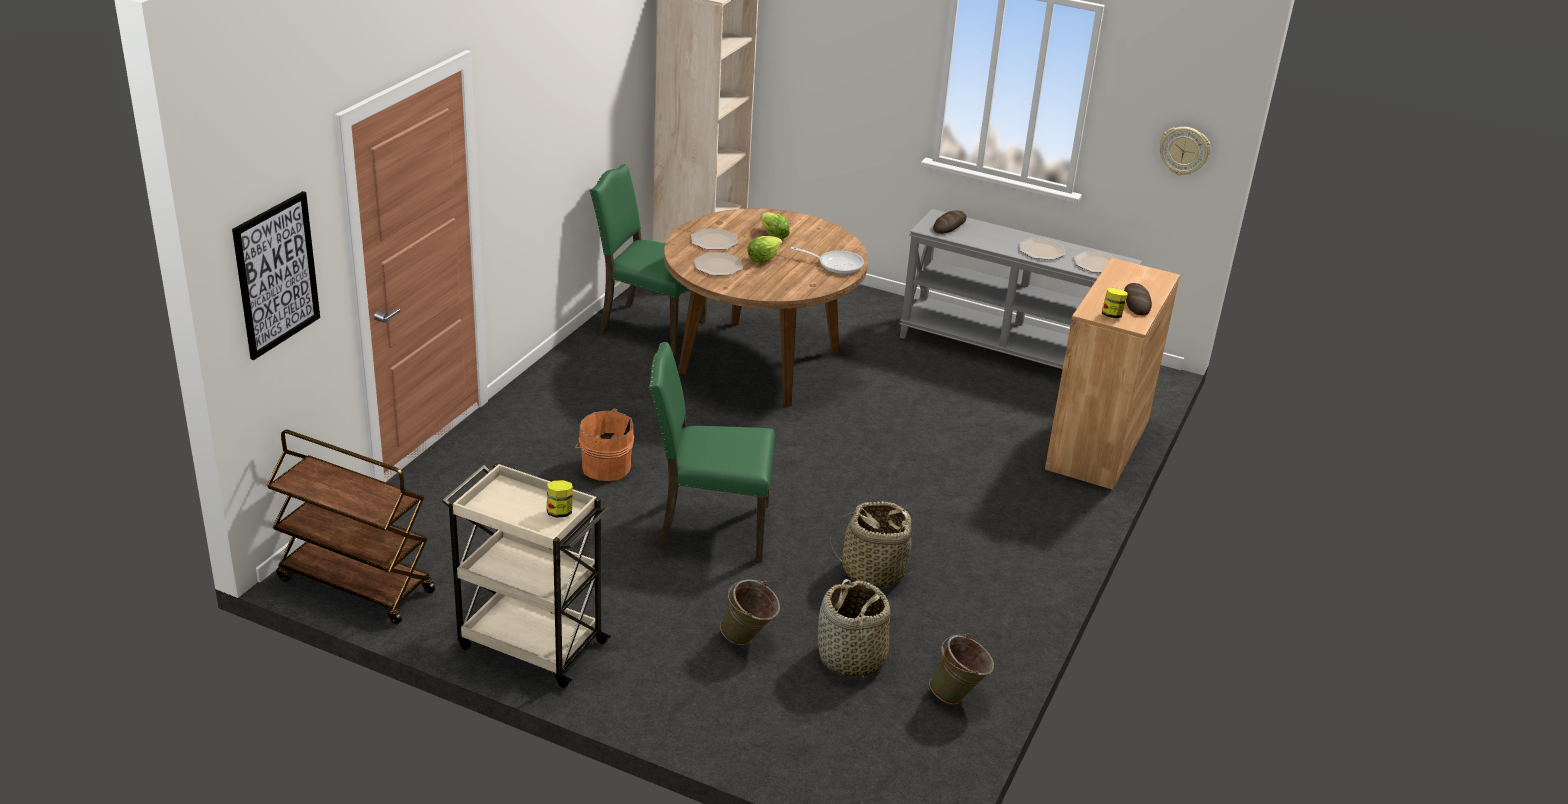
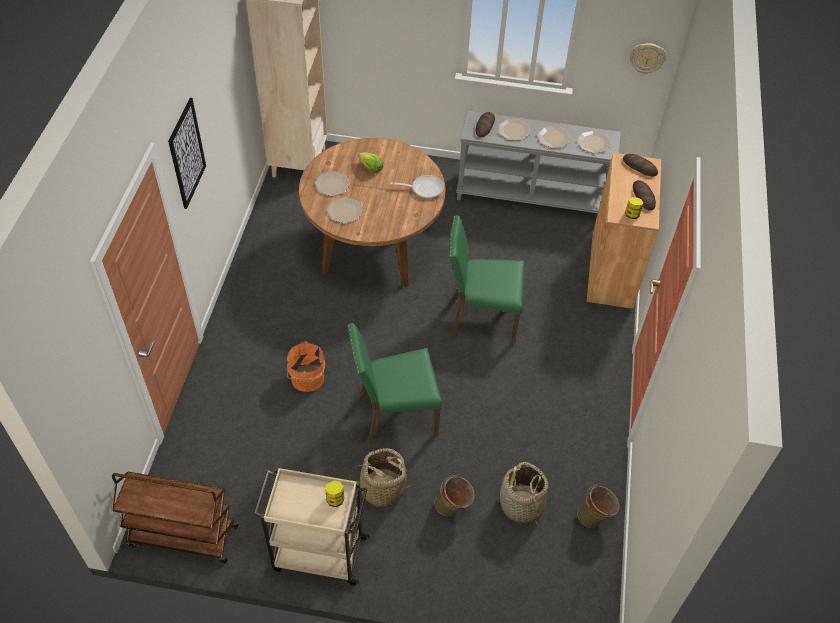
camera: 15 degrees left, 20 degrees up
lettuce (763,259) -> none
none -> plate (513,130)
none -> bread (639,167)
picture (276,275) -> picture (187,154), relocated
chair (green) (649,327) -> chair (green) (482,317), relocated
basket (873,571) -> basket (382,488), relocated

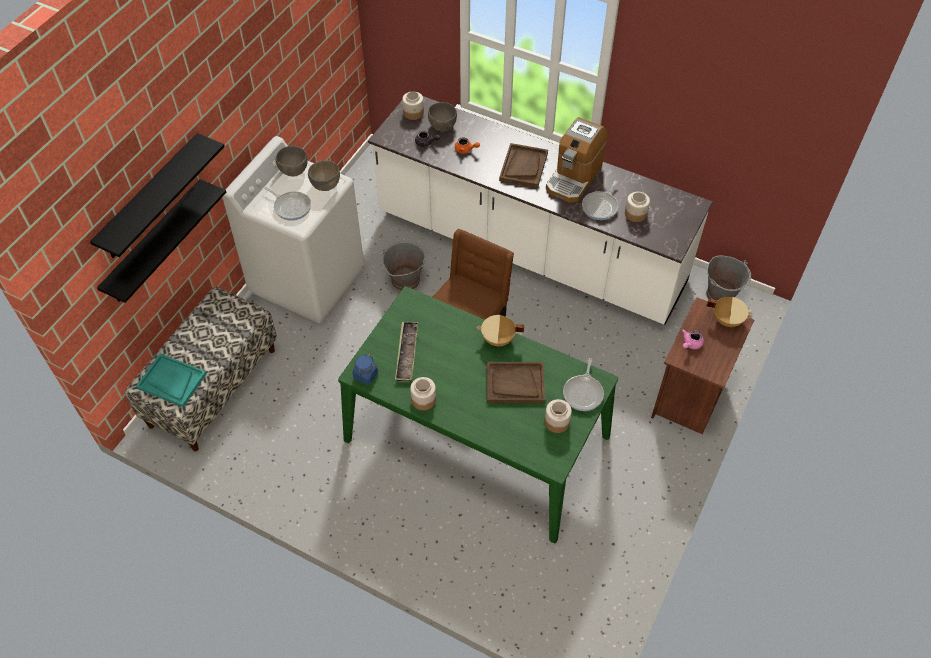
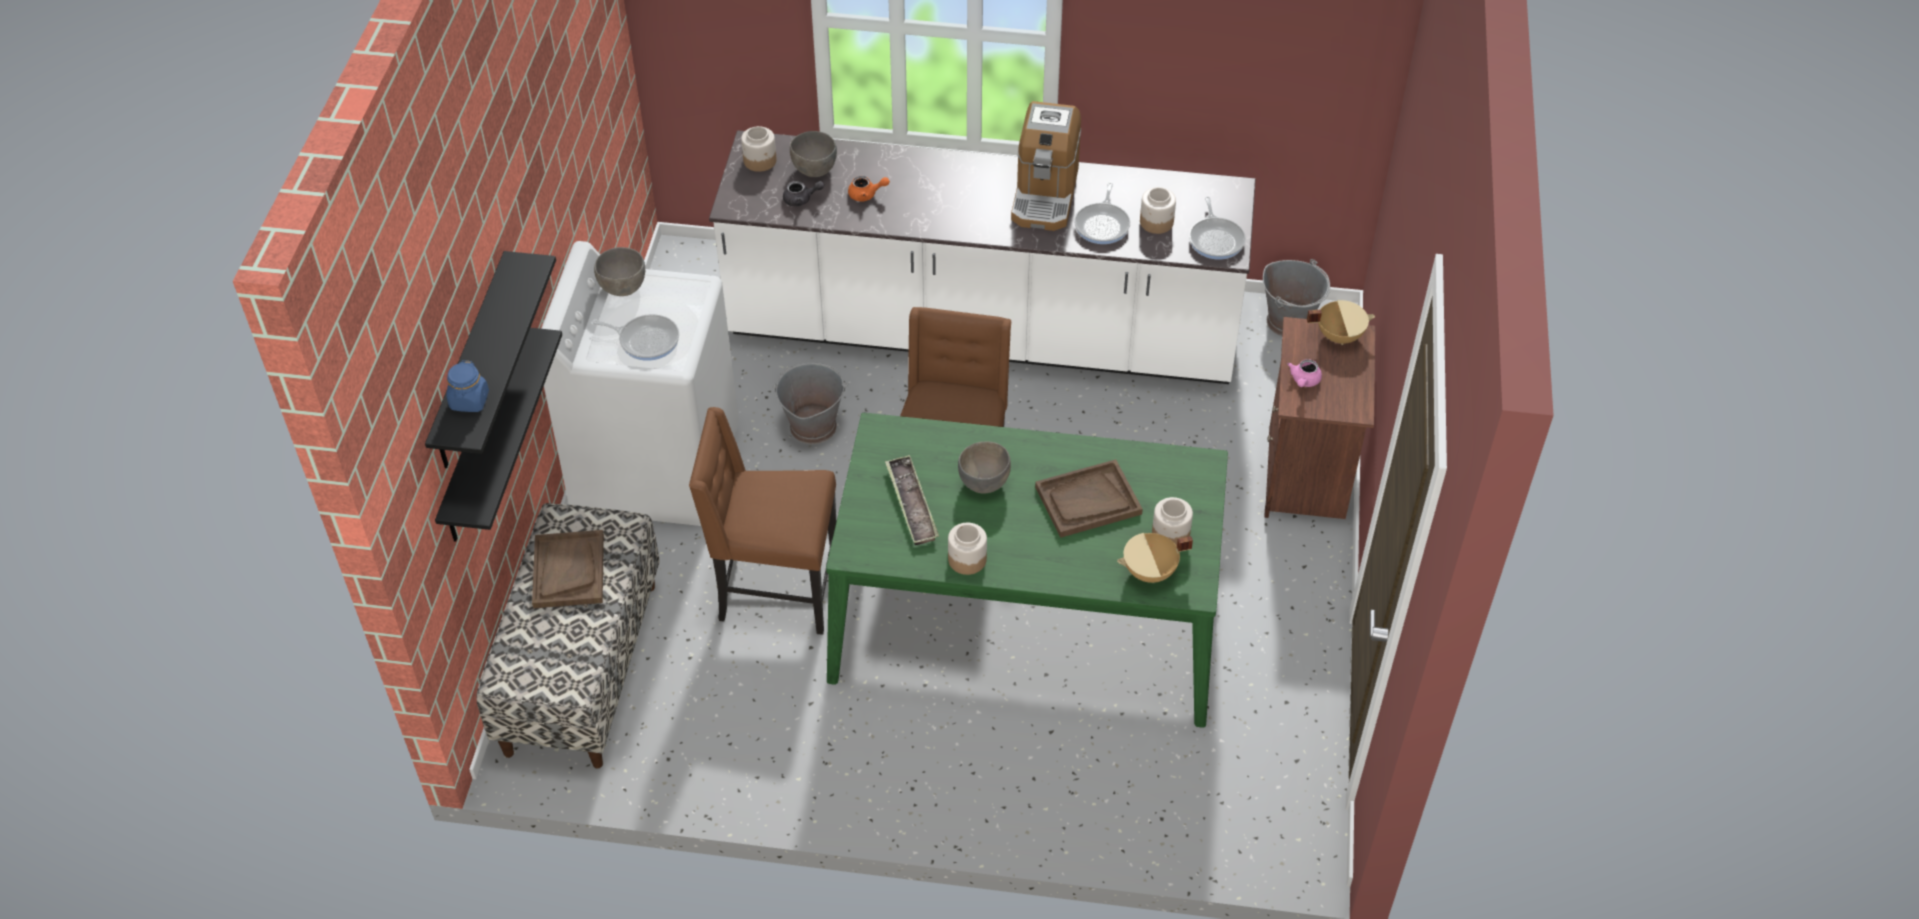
camera: 20 degrees left, 5 degrees down
tray (turquoise) (172,381) -> none
none -> chair (brown) (775,589)
bowl (grey) (326,185) -> bowl (grey) (984,483), relocated
jar (blue) (365,375) -> jar (blue) (469,401), relocated
cooking pot (beige) (498,339) -> cooking pot (beige) (1150,572), relocated
tray (brown) (523,166) -> tray (brown) (568,571), relocated
frying pan (583,393) -> frying pan (1216,239), relocated

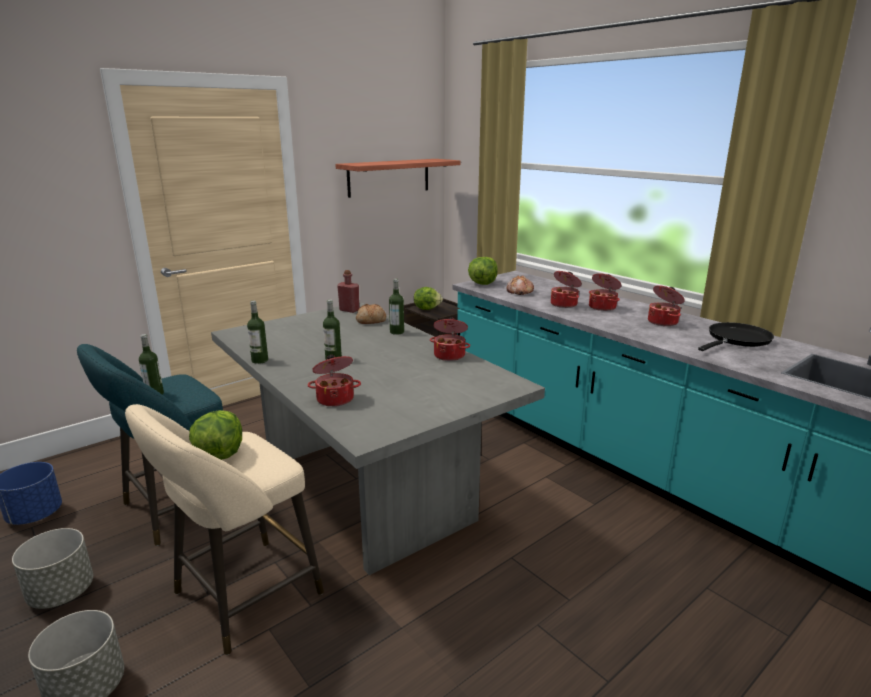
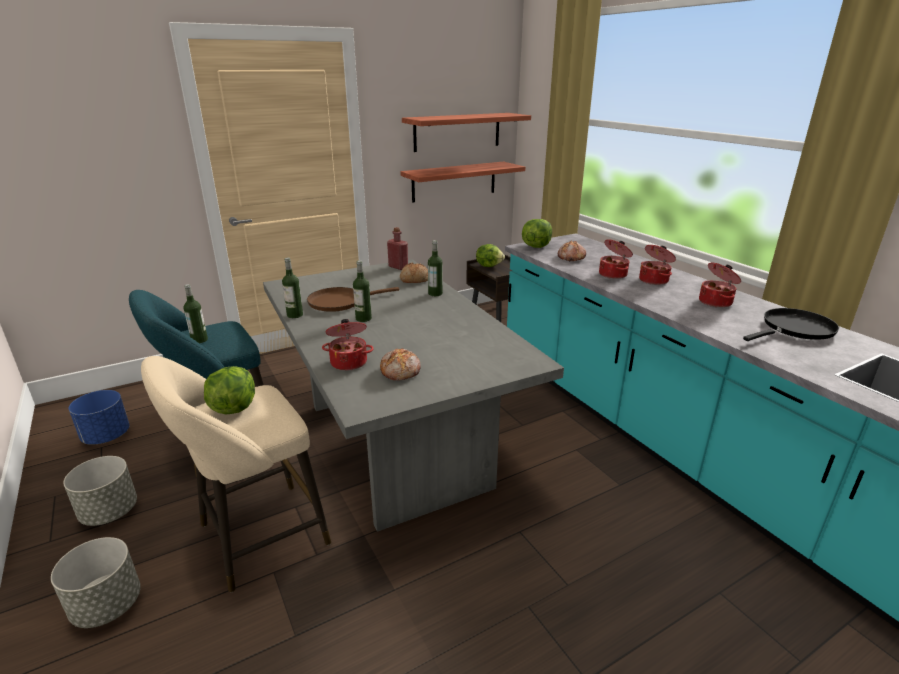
camera: 10 degrees right, 5 degrees up
cooking pot (450,355) -> none
none -> frying pan (brown) (340,302)
none -> bread (401,371)
none -> shelf (454,181)

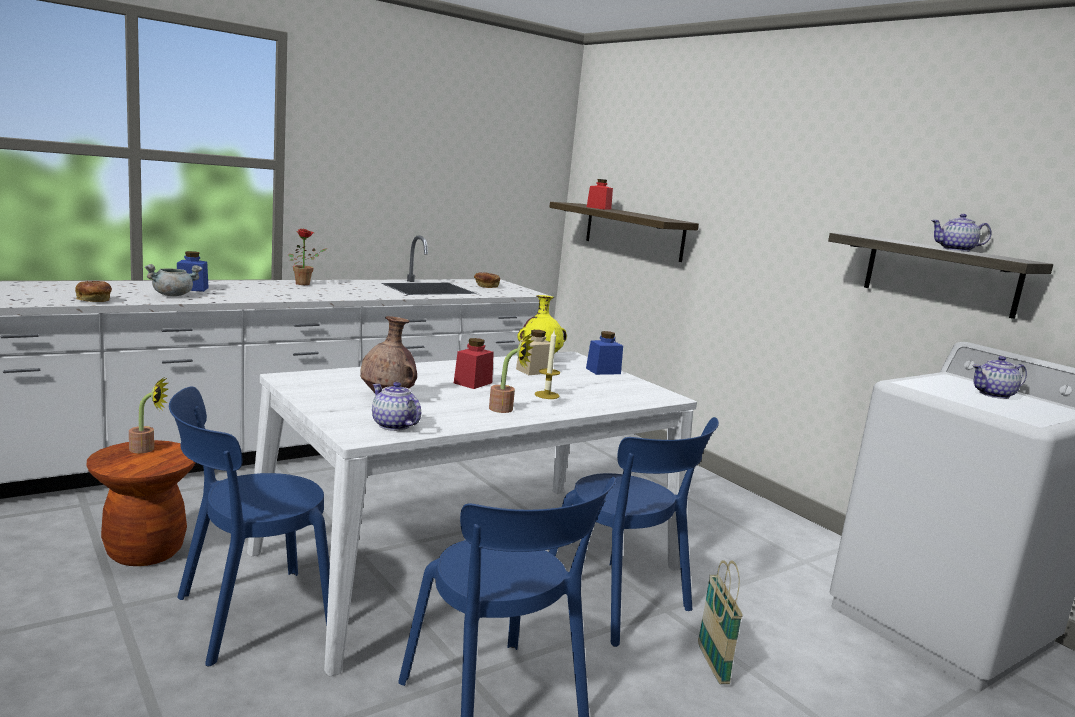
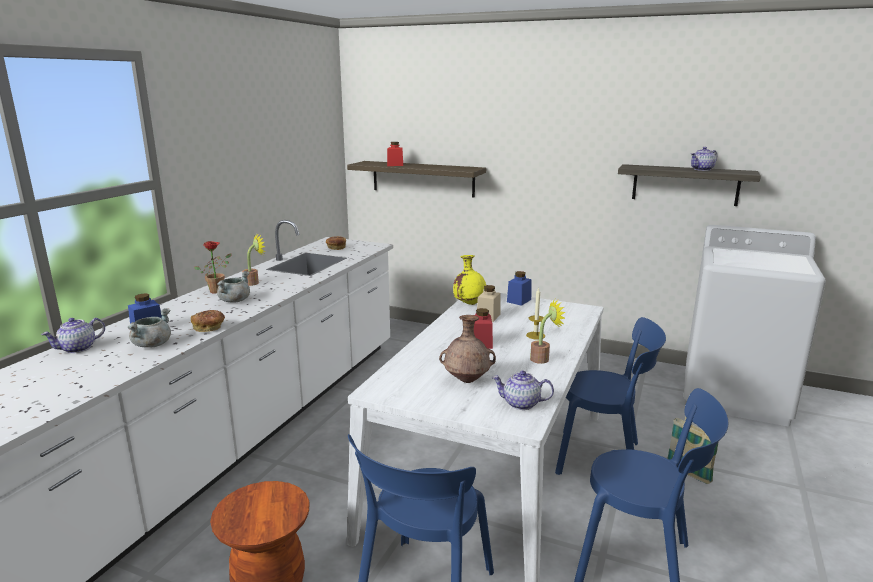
camera: 30 degrees left, 5 degrees up
none -> cooking pot (grey) (234,300)
bread (94,300) -> bread (209,328), relocated
potted plant (147,449) -> potted plant (254,282), relocated
teapot (993,395) -> teapot (77,348), relocated

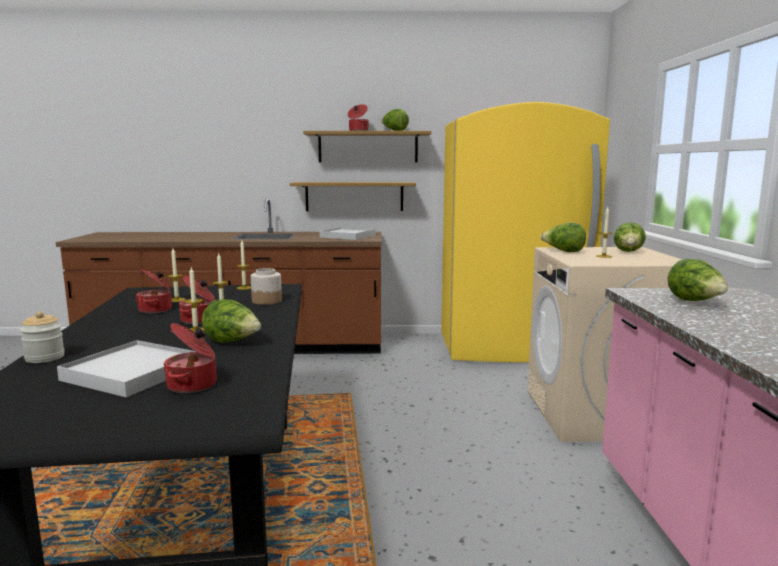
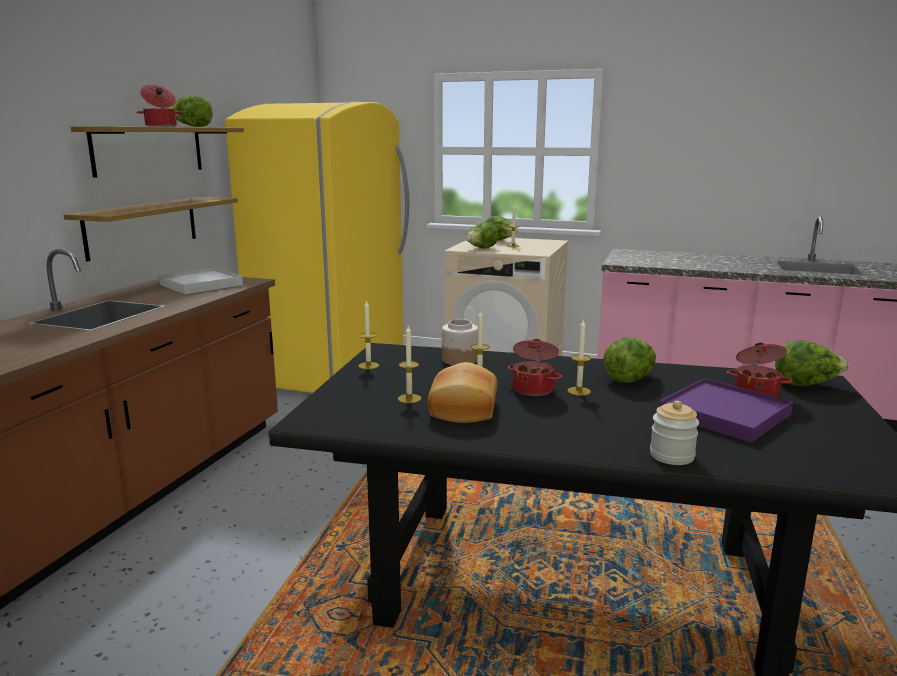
camera: 70 degrees left, 5 degrees up
lettuce (695,302) -> lettuce (805,384), relocated
cooking pot (156,310) -> bread (461,408)
tray (white) (133,372) -> tray (purple) (724,414)

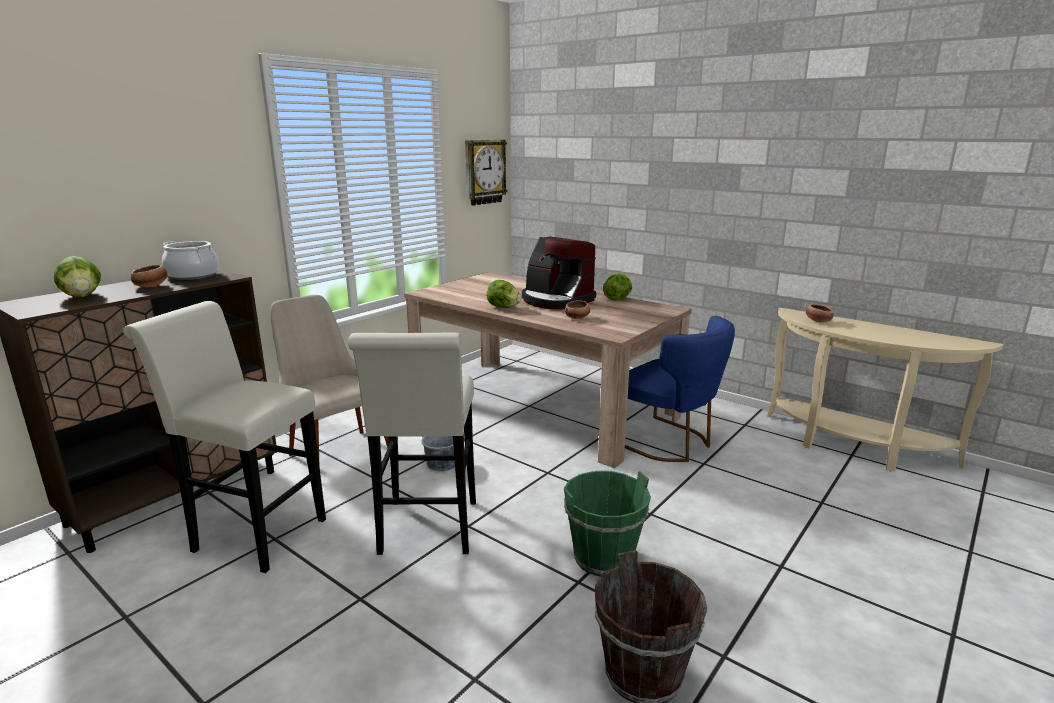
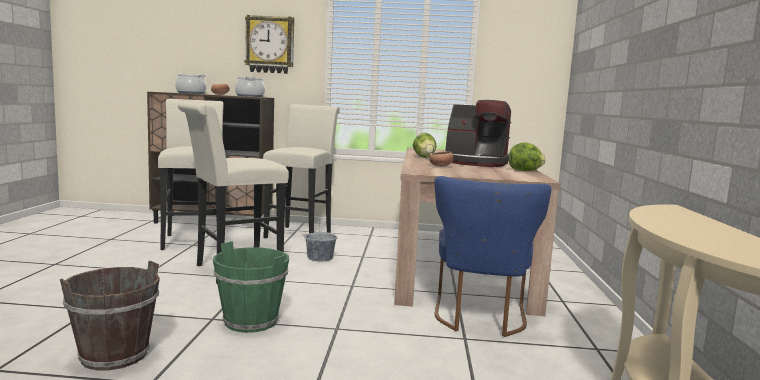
camera: 55 degrees right, 10 degrees down
bowl (817,321) -> none
wall clock (484,172) -> wall clock (270,45), relocated
lettuce (82,296) -> cooking pot (191,93)
chair (beige) (333,448) -> stool (white) (300,234)
coffee machine (556,300) -> coffee machine (475,163), 75 degrees counterclockwise

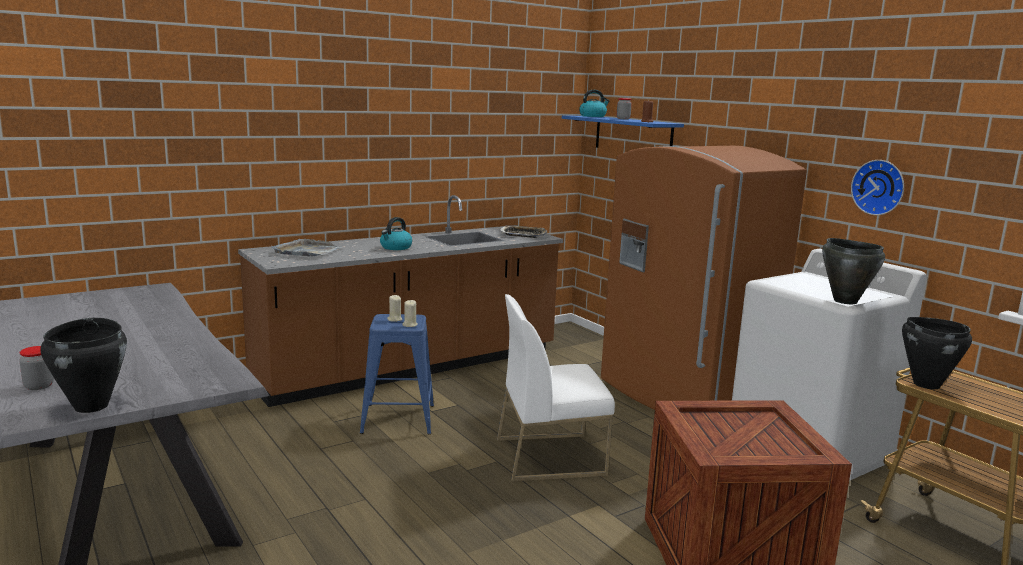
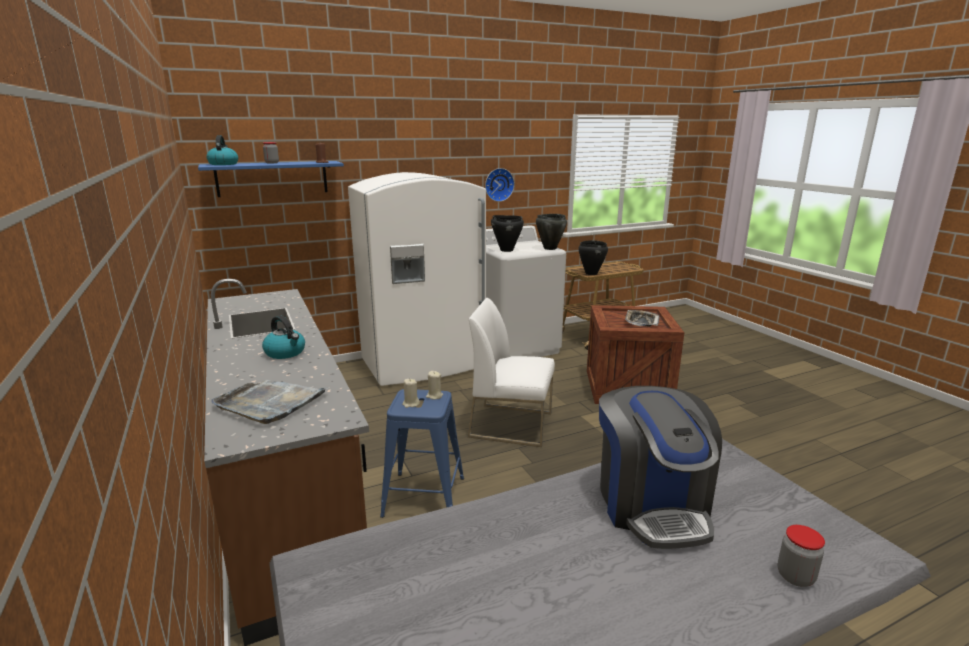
camera: 80 degrees left, 5 degrees up
none -> coffee machine (652,505)
cooking pot (black) (92,406) -> cooking pot (black) (506,250), relocated
tray (523,235) -> tray (641,321), relocated
fridge (brown) (681,396) -> fridge (white) (424,364)
chair (white) (550,456) -> chair (white) (512,424), 105 degrees clockwise

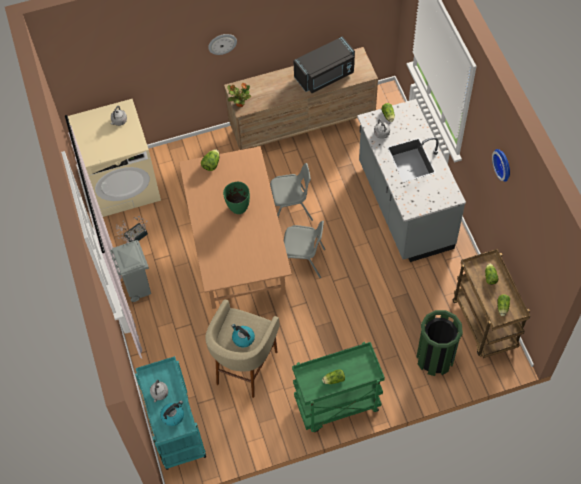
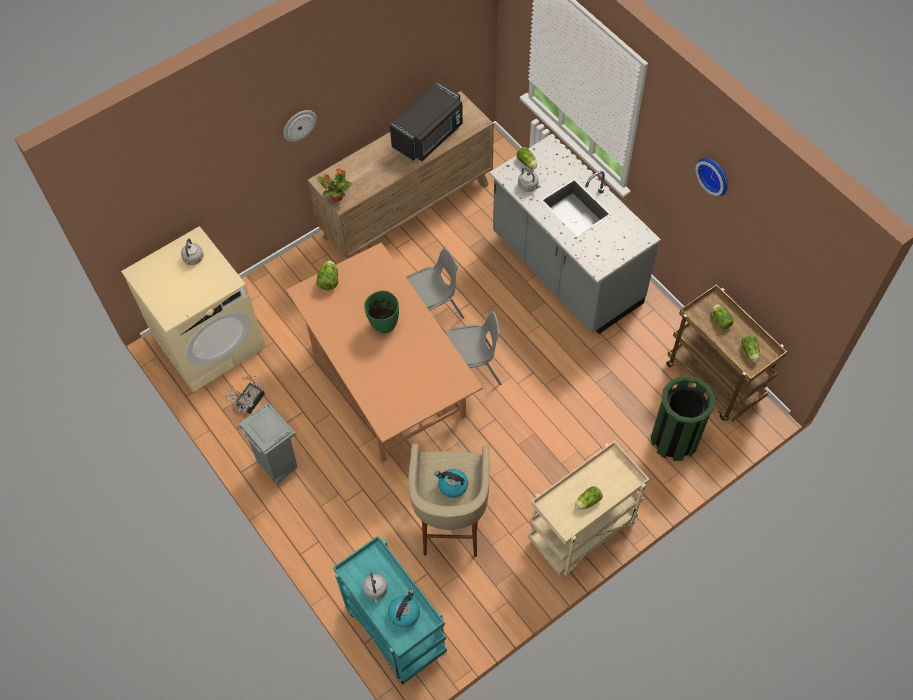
camera: 20 degrees left, 0 degrees up
cart (green) (337,405) -> cart (beige) (581,533)

